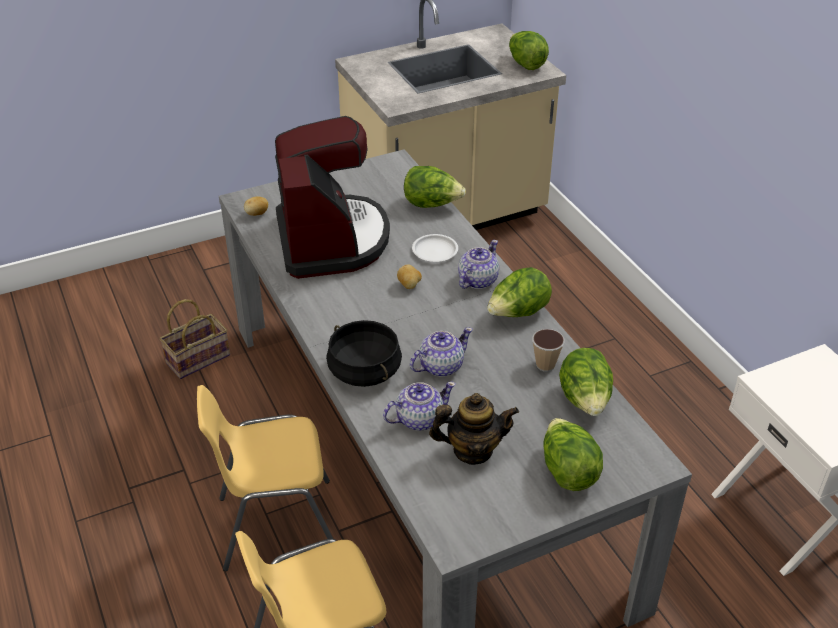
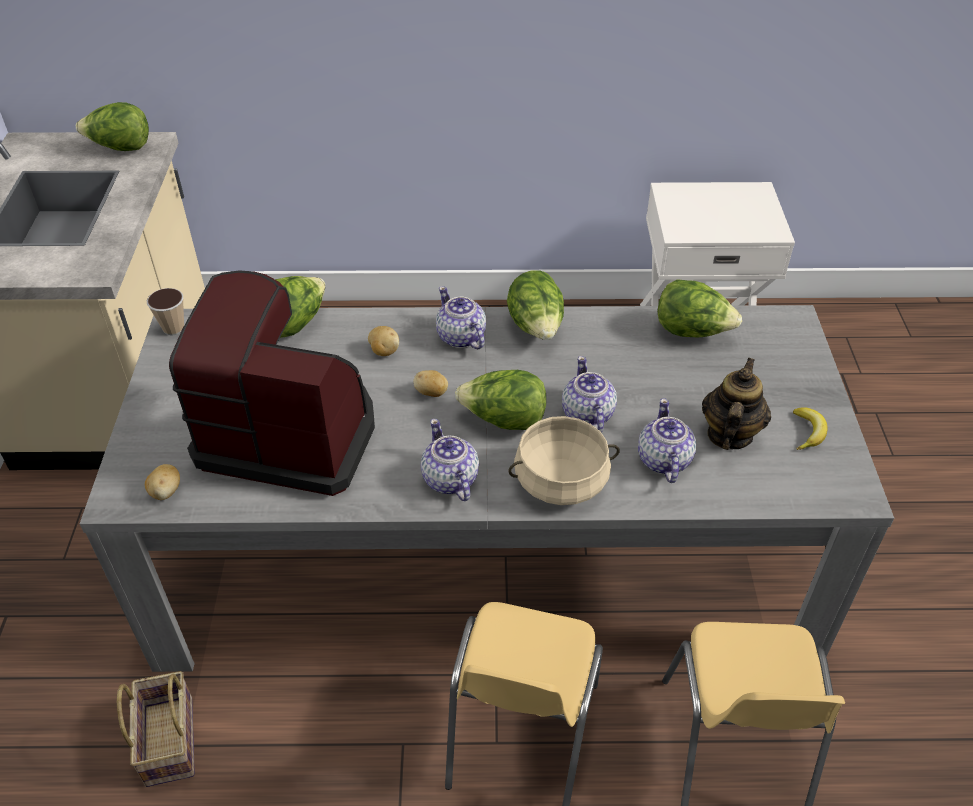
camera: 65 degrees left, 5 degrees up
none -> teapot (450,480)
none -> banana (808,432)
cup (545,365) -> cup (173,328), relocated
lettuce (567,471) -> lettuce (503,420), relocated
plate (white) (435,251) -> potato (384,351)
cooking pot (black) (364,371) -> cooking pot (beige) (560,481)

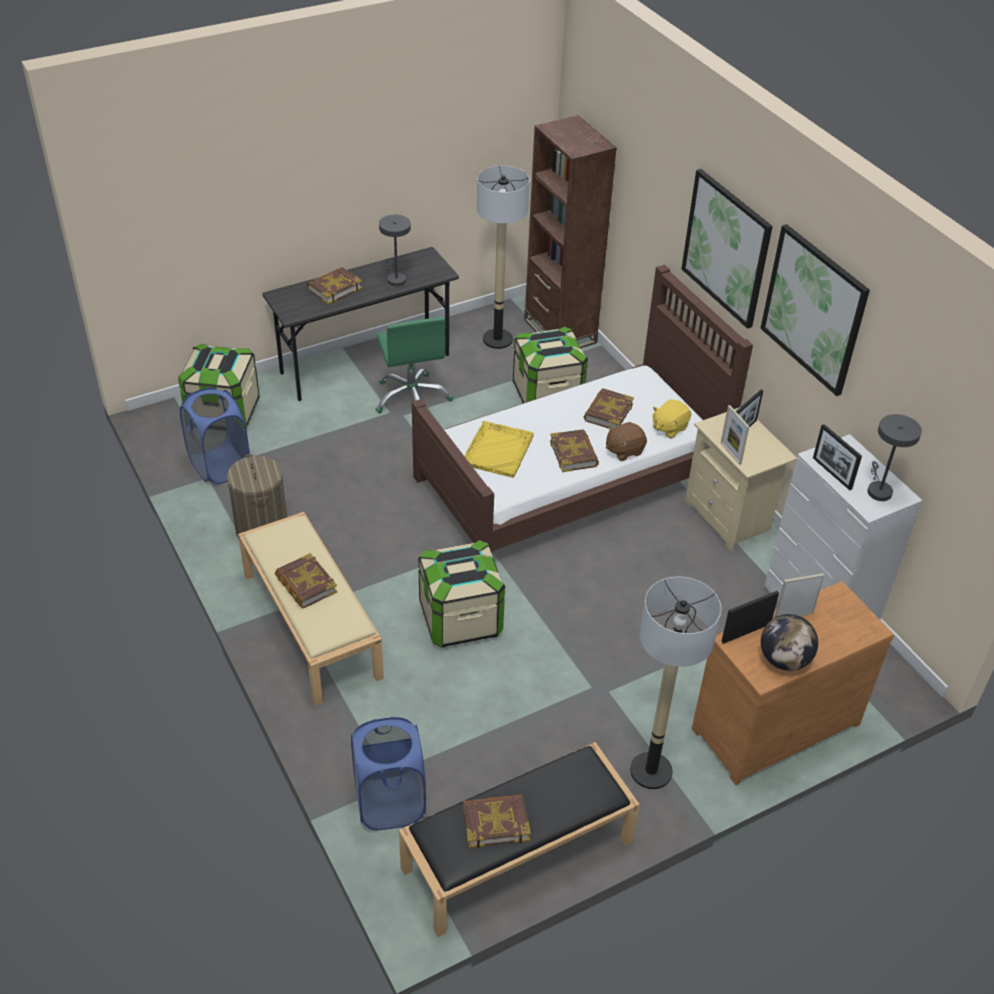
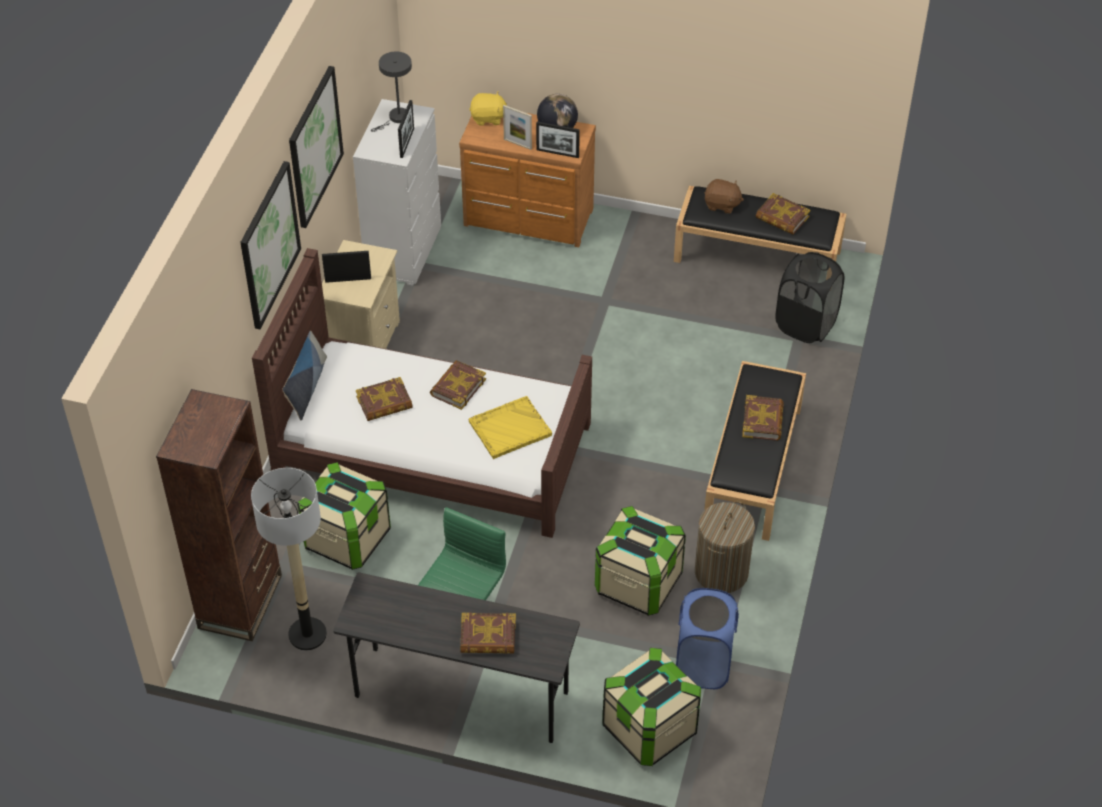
camera: 135 degrees left, 5 degrees up
table lamp (grey) (395,279) -> none
floor lamp (651,771) -> none
picture frame (730,453) -> none
none -> pillow (306,387)
storage box (460,619) -> storage box (638,583), relocated
plush toy (brown) (624,450) -> plush toy (brown) (722,205), relocated
plush toy (yellow) (669,428) -> plush toy (yellow) (488,118), relocated
bench (beige) (310,624) -> bench (black) (753,467)
laundry basket (blue) (389,803) -> laundry basket (black) (805,325)

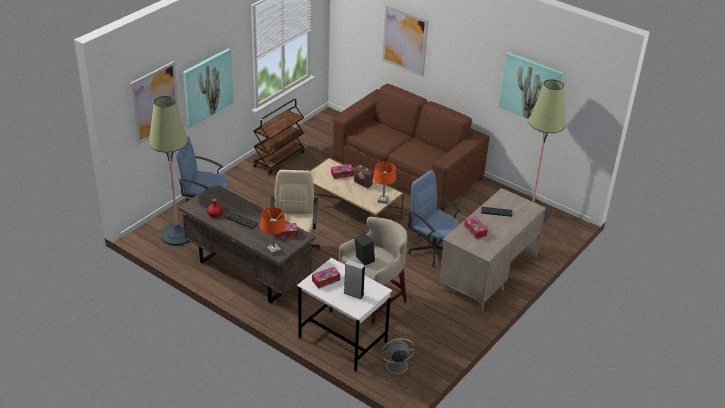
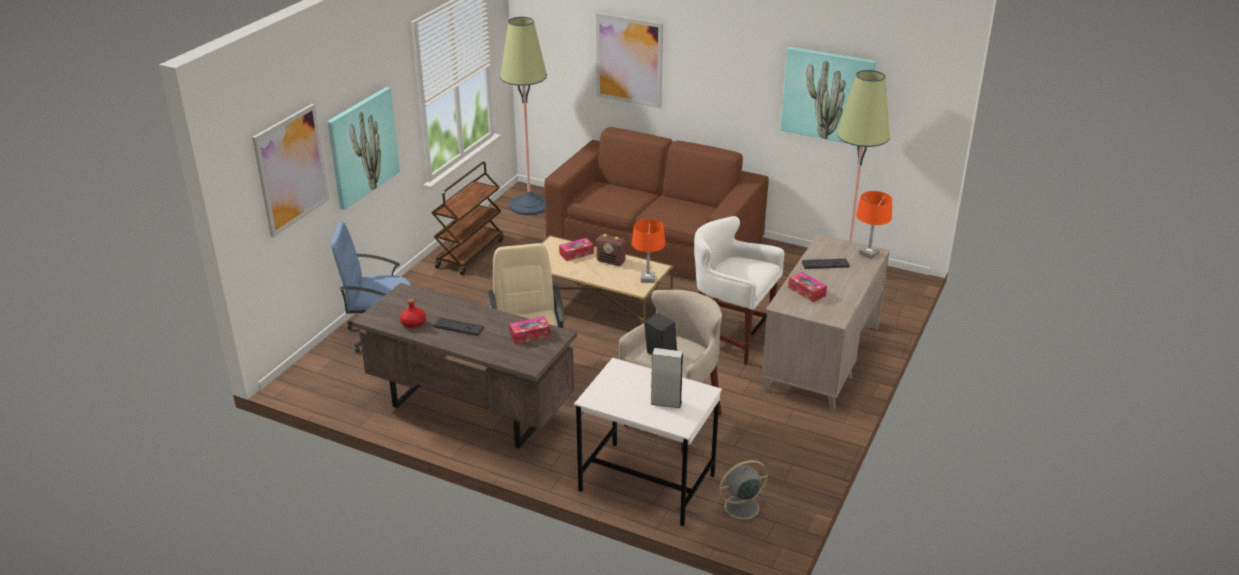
camera: 10 degrees left, 5 degrees down
tissue box (326,280) -> none
floor lamp (177,235) -> floor lamp (529,205), relocated
table lamp (orange) (273,250) -> table lamp (orange) (868,254), relocated
office chair (blue) (432,249) -> stool (white) (731,339)

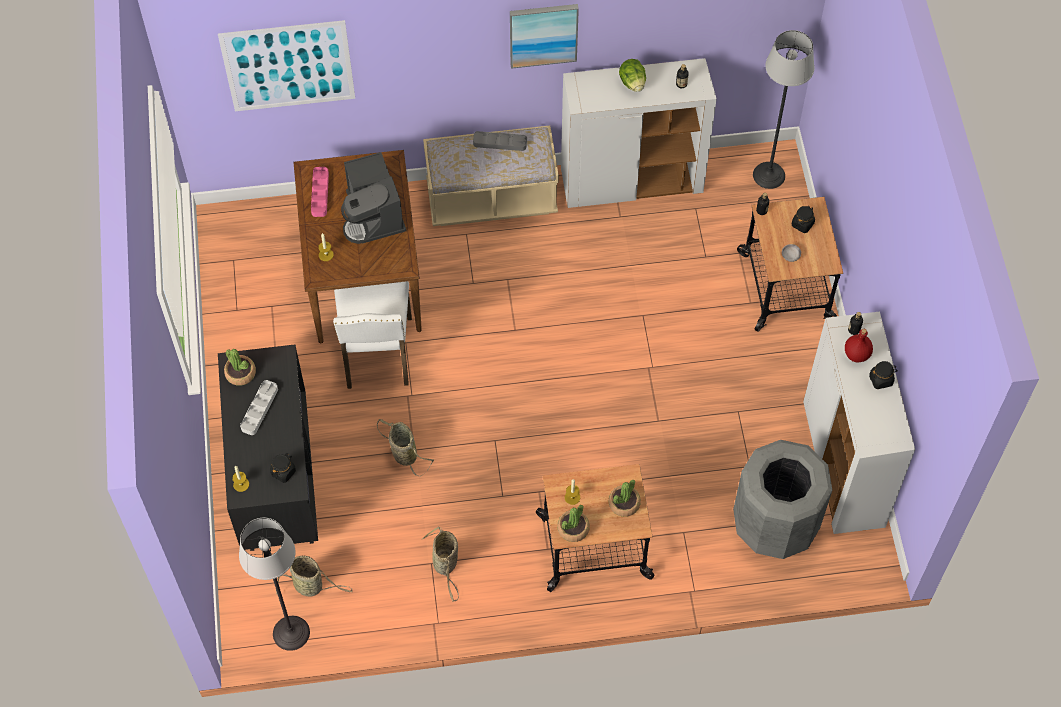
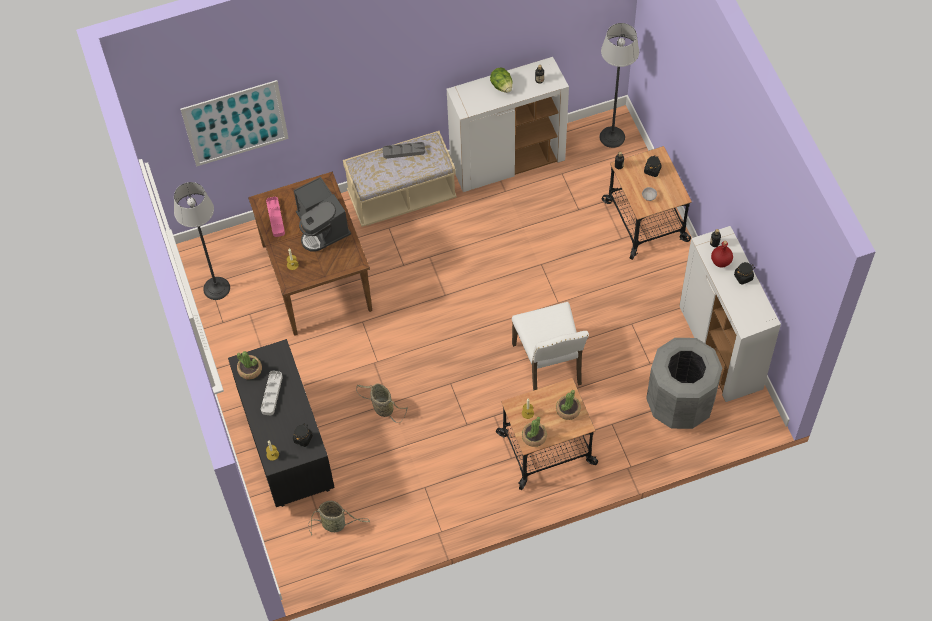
camera: 10 degrees left, 0 degrees up
basket (445,564) -> none
picture (543,34) -> none
floor lamp (291,632) -> floor lamp (216,288), relocated
chair (white) (377,354) -> chair (white) (549,365), relocated

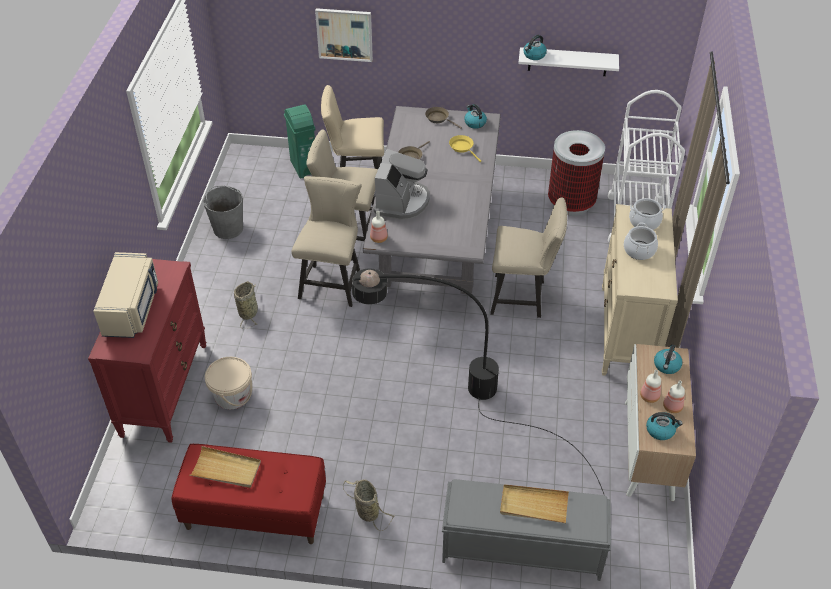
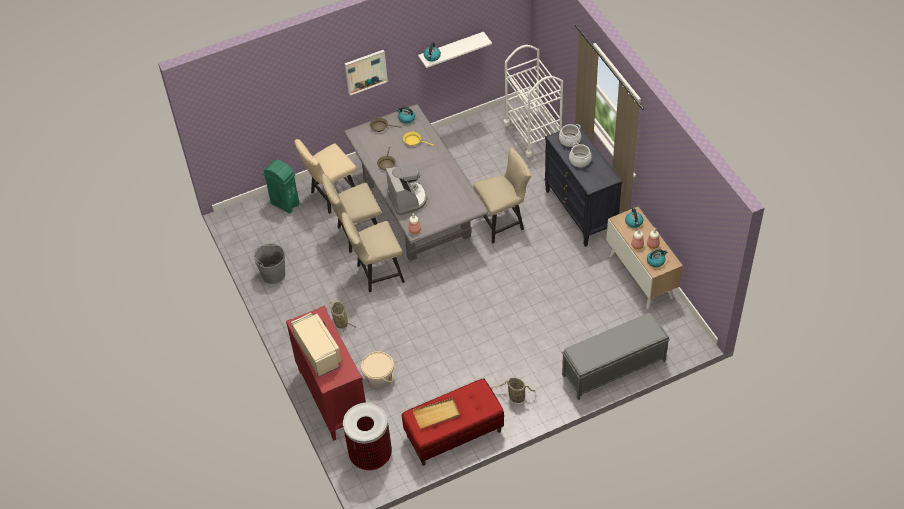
camera: 30 degrees left, 5 degrees up
floor lamp (black) (451,406) -> none
tray (beige) (533,505) -> none
picture (344,34) -> picture (365,71), relocated
trash can (571,202) -> trash can (370,455), relocated
dresser (beige) (627,333) -> dresser (black) (580,212)
chair (beige) (332,282) -> chair (beige) (376,274), 90 degrees counterclockwise

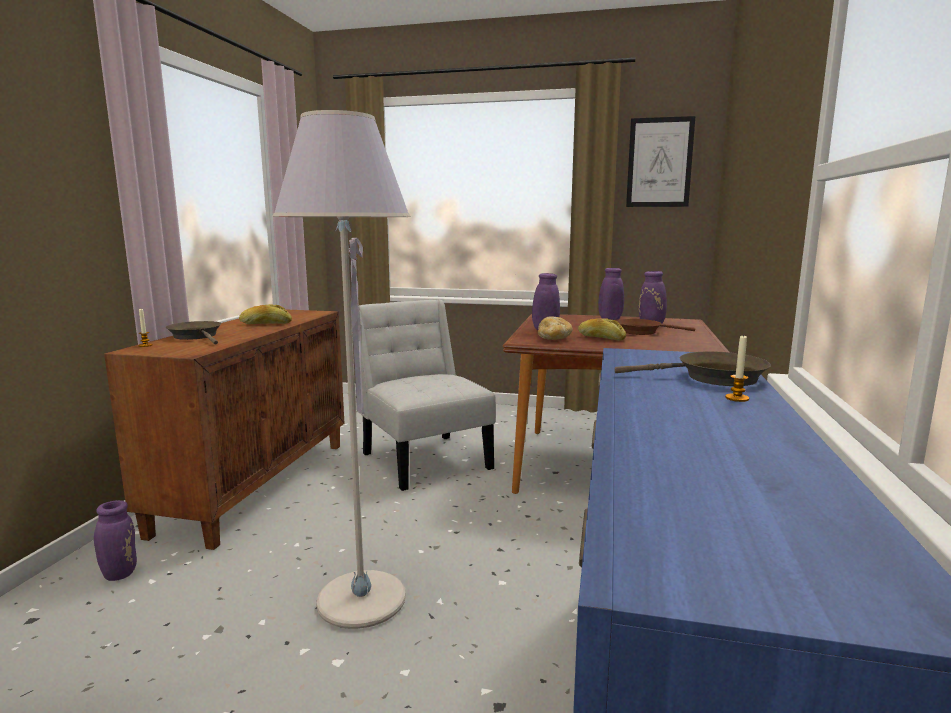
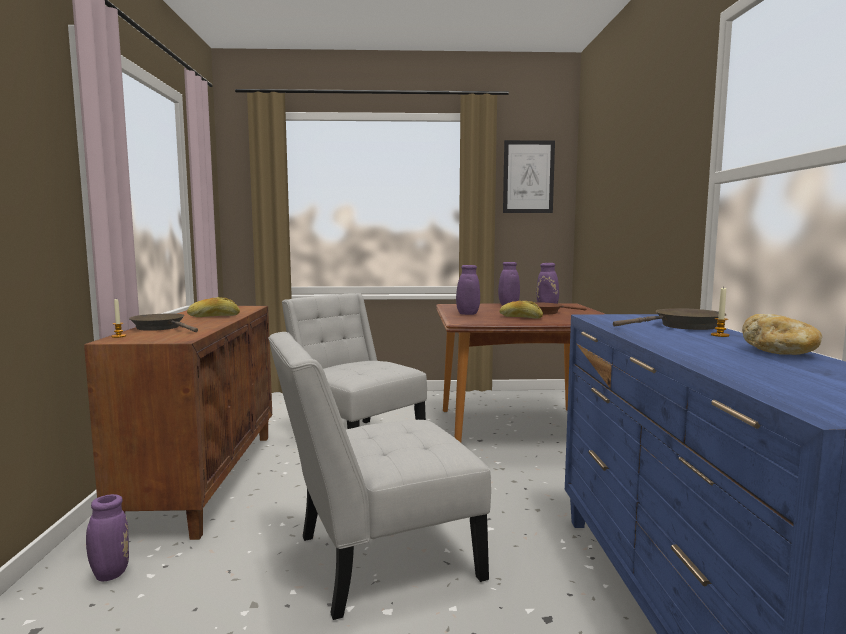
camera: 15 degrees left, 5 degrees down
bread (554,339) -> bread (780,353), relocated
floor lamp (grey) (361,600) -> chair (white) (376,560)

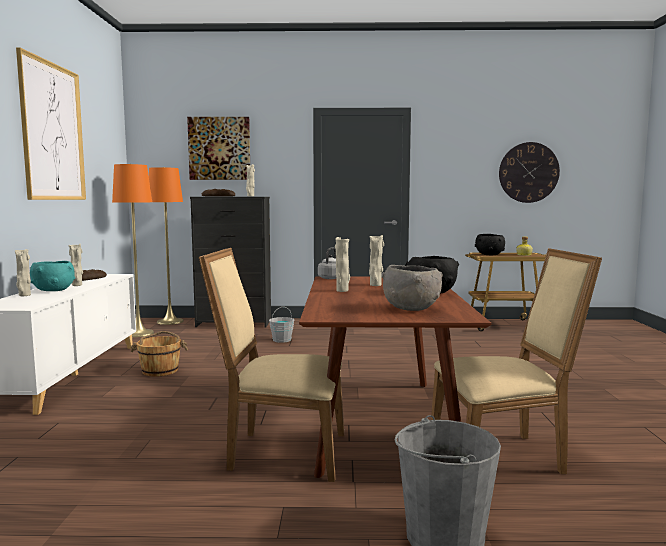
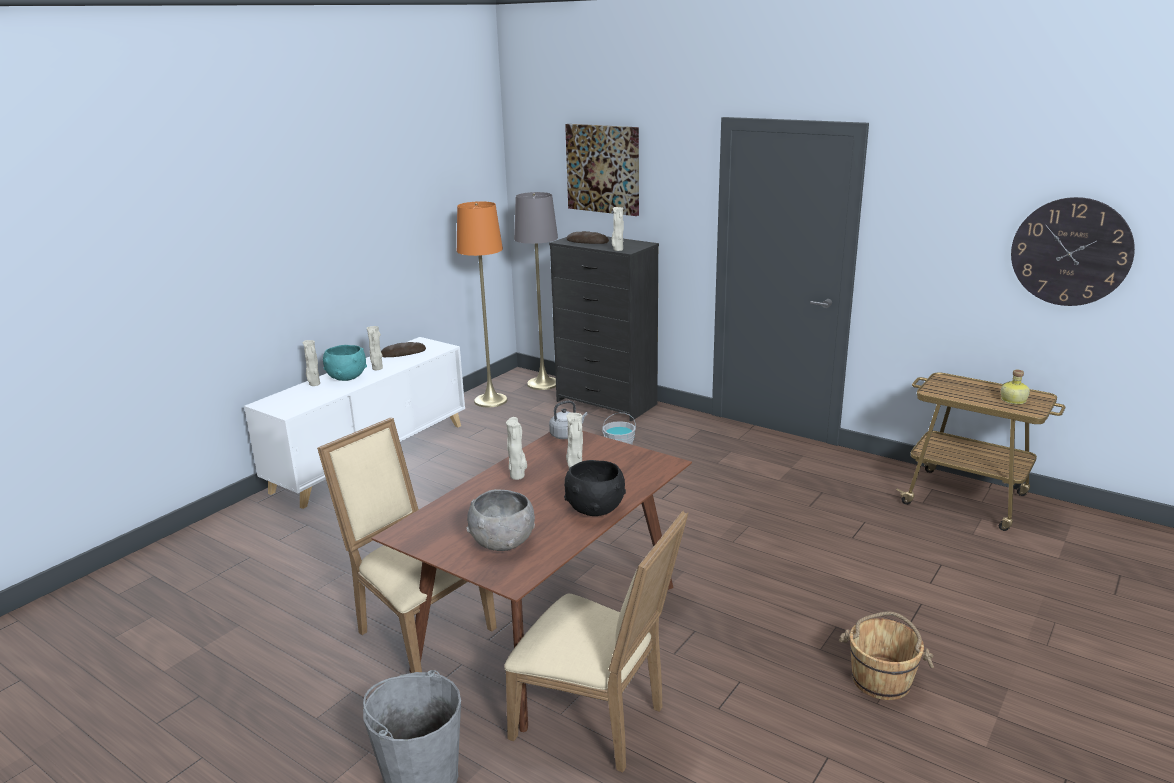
camera: 35 degrees right, 15 degrees up
picture (53,132) -> none
bowl (black) (490,255) -> none
bucket (brown) (160,370) -> bucket (brown) (881,679), relocated
floor lamp (orange) (170,321) -> floor lamp (grey) (543,383)

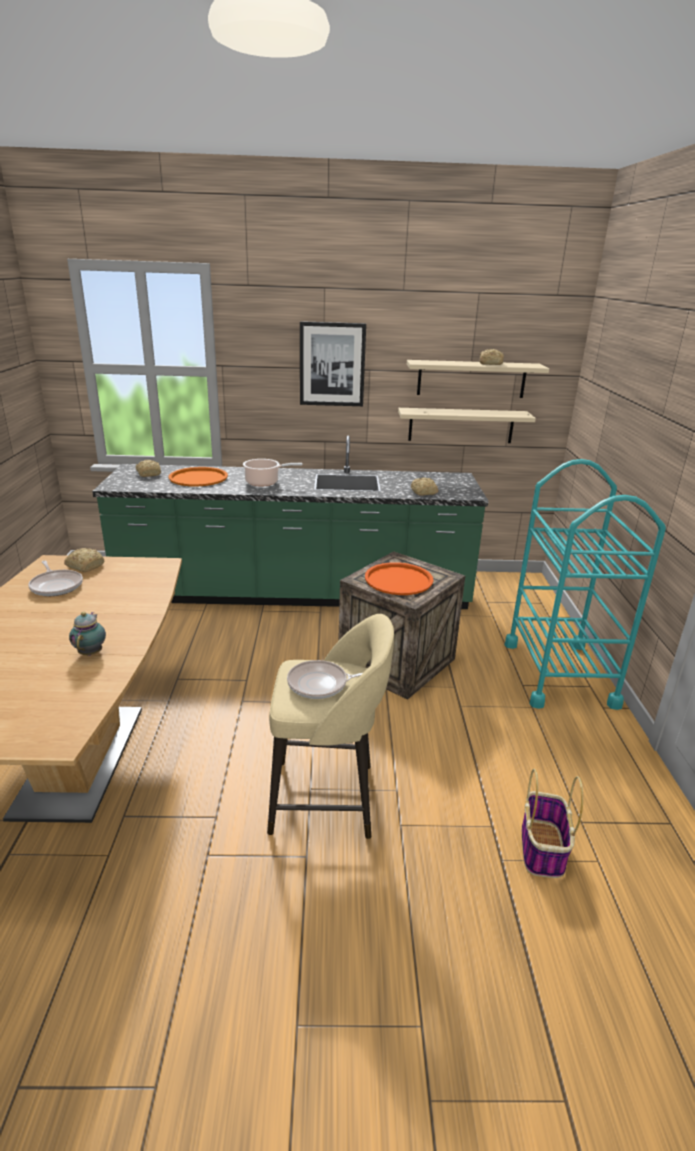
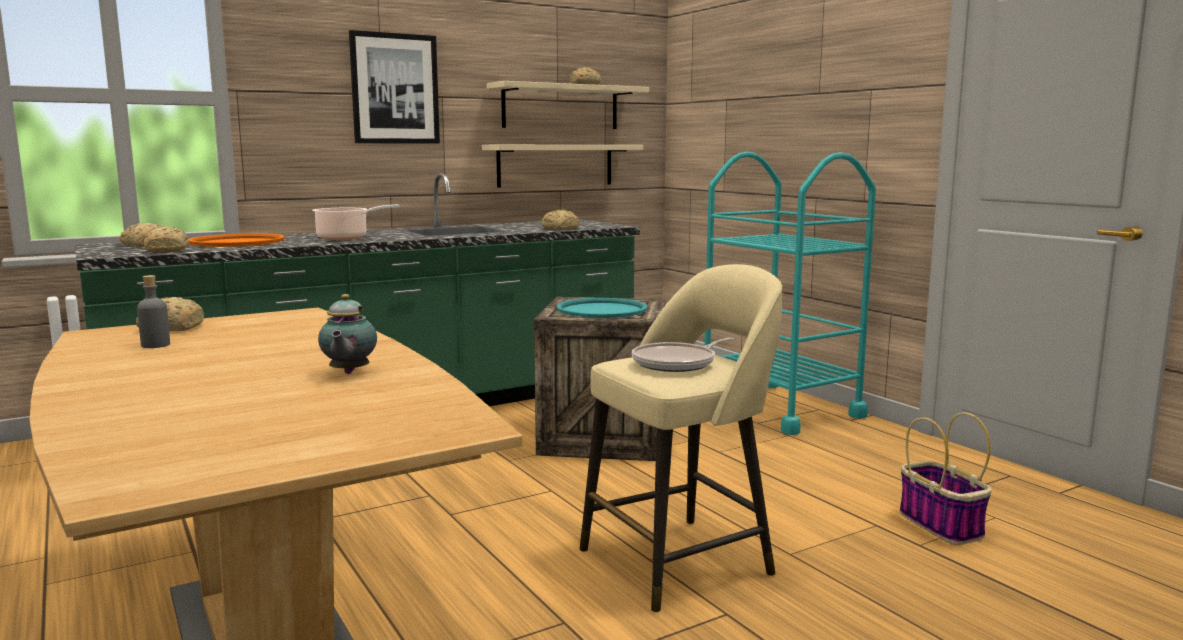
camera: 30 degrees left, 15 degrees down
none -> bread (168,250)
frying pan (56,585) -> bottle (grey) (155,345)
tray (orange) (398,580) -> tray (turquoise) (602,310)
teapot (91,652) -> teapot (348,373), 150 degrees counterclockwise

